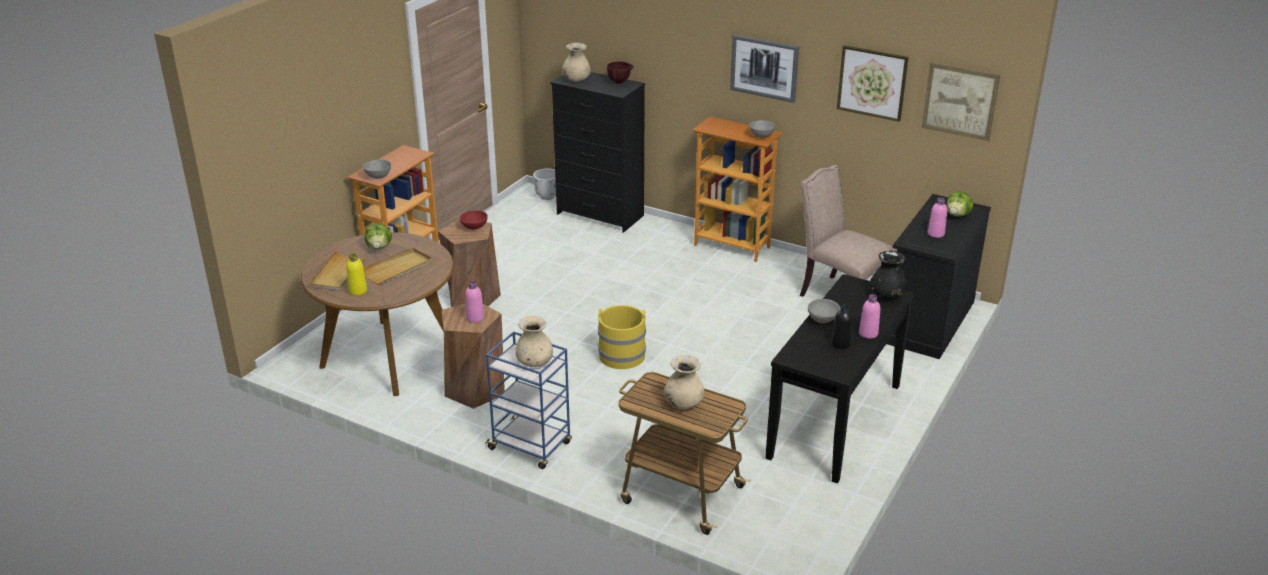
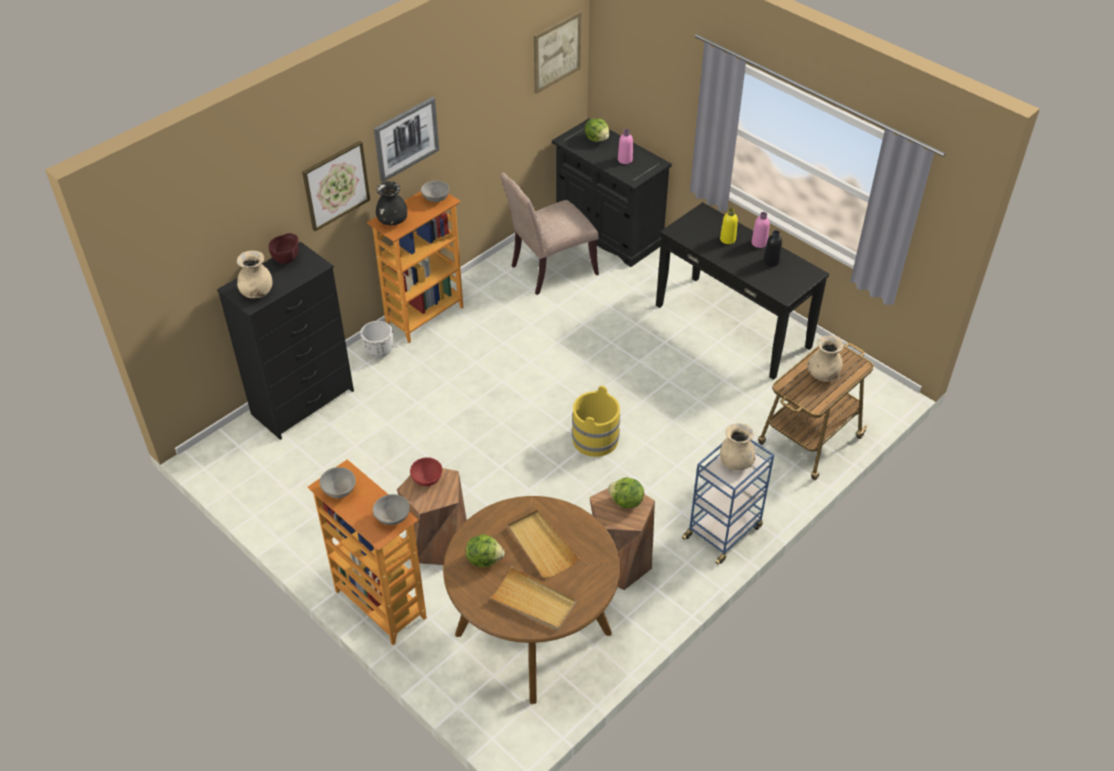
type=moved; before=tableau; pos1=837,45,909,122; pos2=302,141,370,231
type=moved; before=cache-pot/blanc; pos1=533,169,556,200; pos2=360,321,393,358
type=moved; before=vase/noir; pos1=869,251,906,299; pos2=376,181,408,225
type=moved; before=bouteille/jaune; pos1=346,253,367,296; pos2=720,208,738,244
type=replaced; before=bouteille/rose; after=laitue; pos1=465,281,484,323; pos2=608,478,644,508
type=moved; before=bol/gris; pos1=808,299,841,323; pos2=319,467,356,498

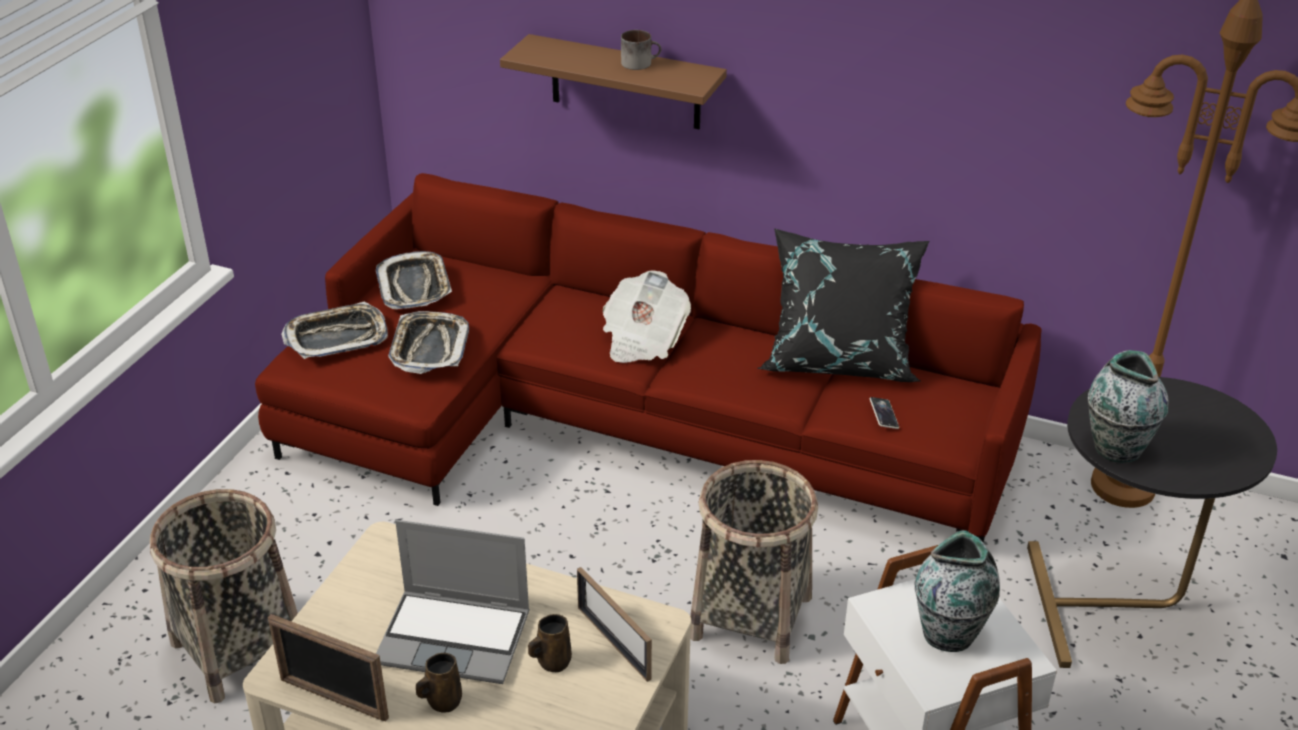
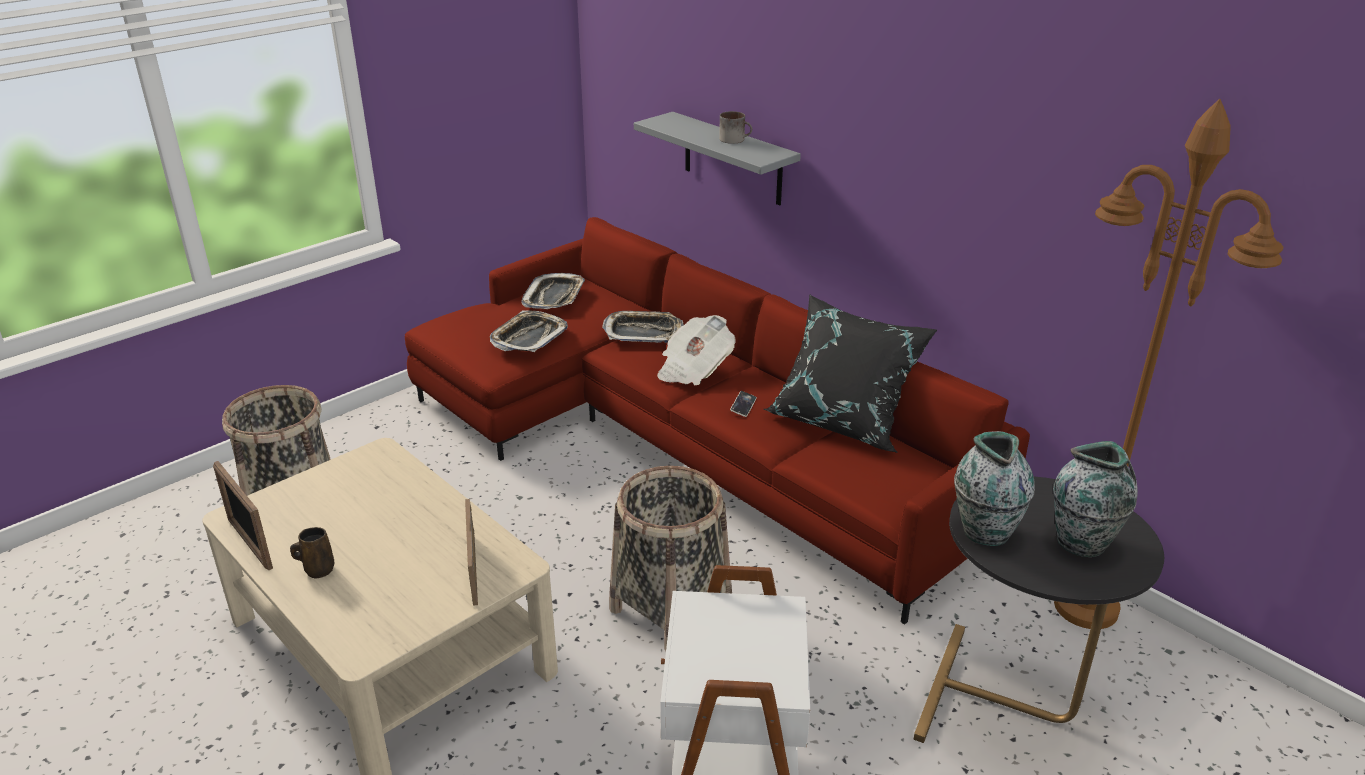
type=recoloured; before=étagère/marron; after=étagère/gris; pos1=500,34,727,129; pos2=634,112,801,205
type=moved; before=plateau; pos1=281,302,388,359; pos2=602,311,684,343
type=moved; before=téléphone; pos1=869,397,899,429; pos2=730,391,757,417
type=removed; before=ordinateur portable; pos1=376,520,530,684
type=moved; before=vase; pos1=915,530,1000,652; pos2=1053,441,1138,557
type=removed; before=mug/marron; pos1=528,614,572,672

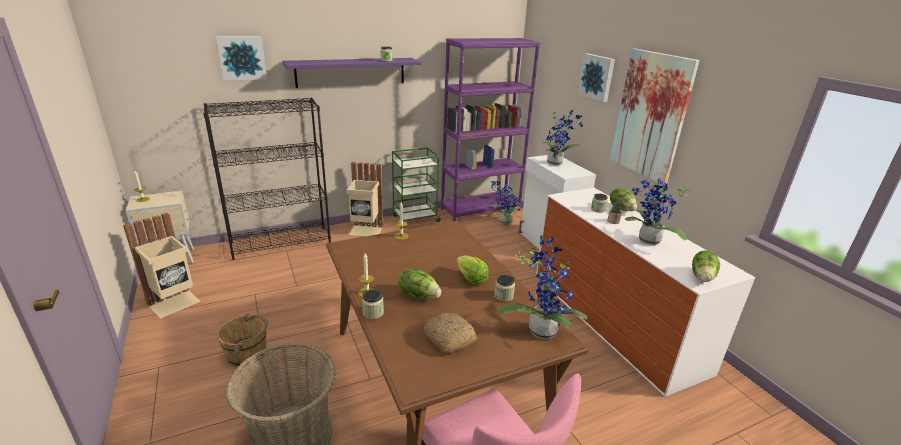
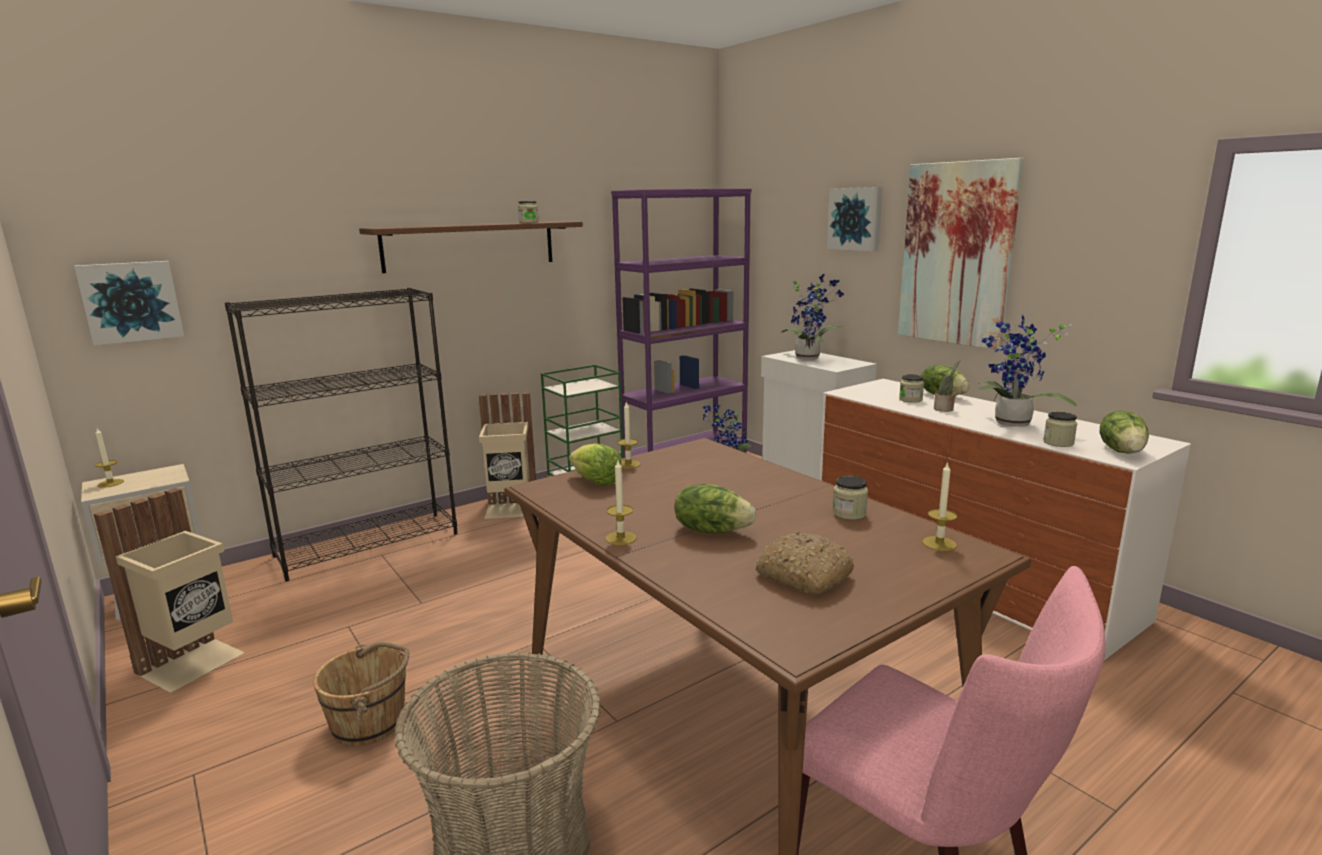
type=moved; before=tableau; pos1=216,36,267,81; pos2=74,261,184,345
type=recoloured; before=étagère/violet; after=étagère/marron; pos1=282,58,421,88; pos2=359,221,583,273
type=replaced; before=plante en pot; after=bougie; pos1=498,235,587,339; pos2=922,461,957,551
type=moved; before=laitue; pos1=457,256,488,285; pos2=569,443,621,486
type=moved; before=bocal; pos1=362,290,384,319; pos2=1043,412,1077,447

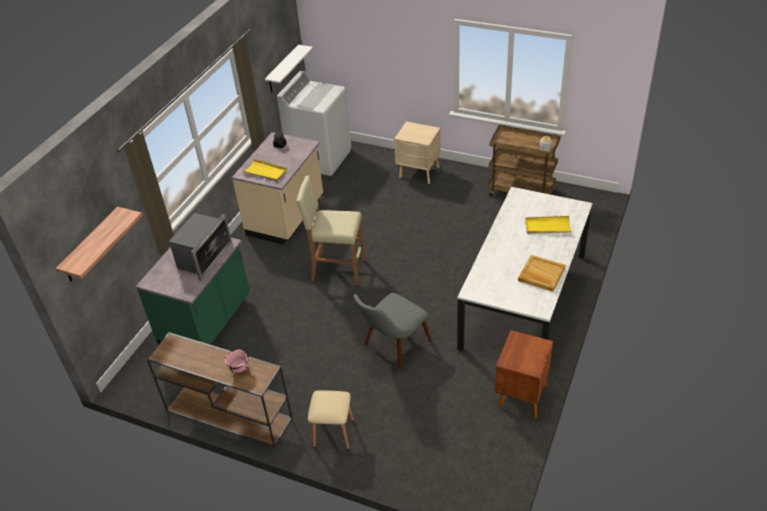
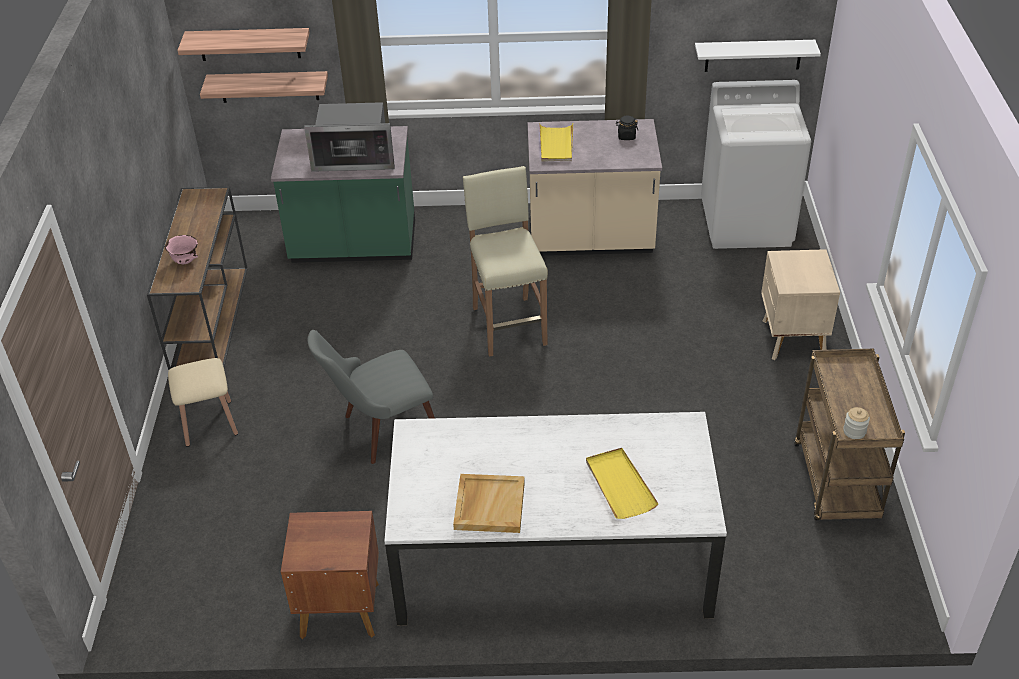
type=turned; before=chaise/gris; pos1=353,293,432,368; pos2=307,330,435,464; turn=-45
type=added; after=étagère; pos2=200,71,328,103

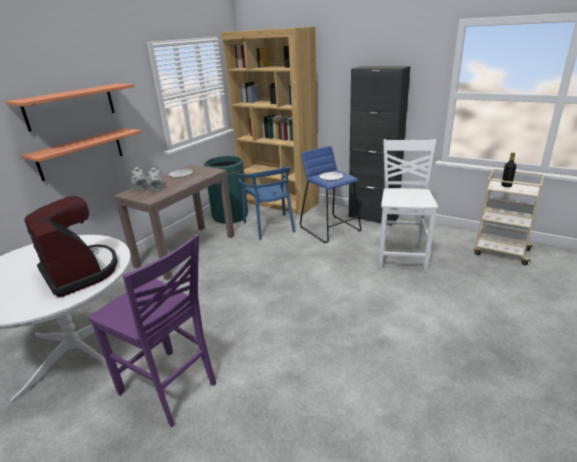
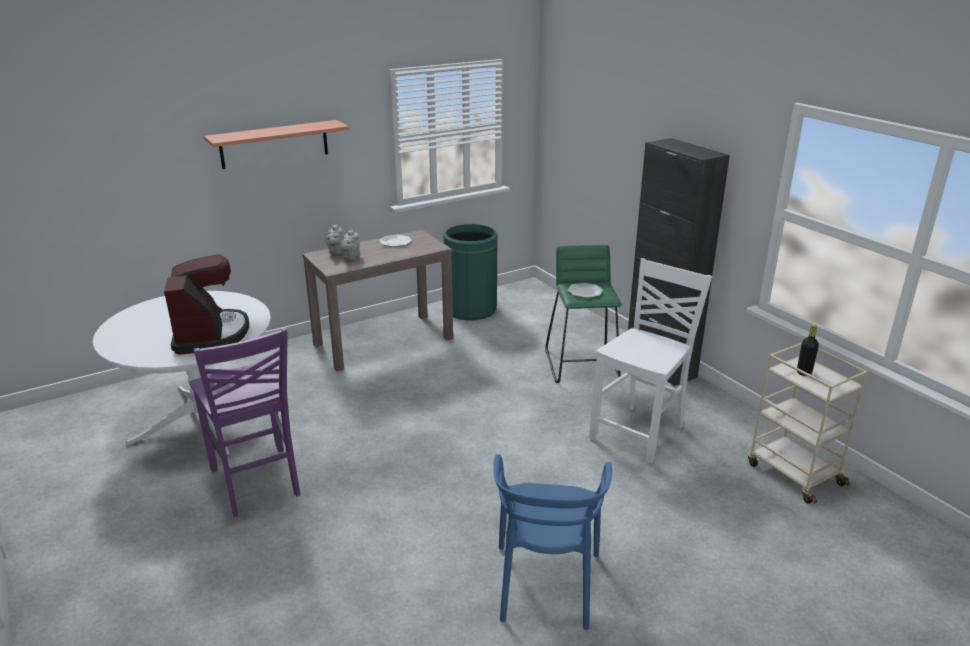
type=removed; before=bibliothèque/marron; pos1=221,27,319,215
type=removed; before=étagère; pos1=21,128,142,181
type=recoloured; before=tabouret/bleu; after=tabouret/vert; pos1=300,146,361,243; pos2=545,245,622,383
type=moved; before=chaise/bleu; pos1=237,166,295,240; pos2=493,454,612,630

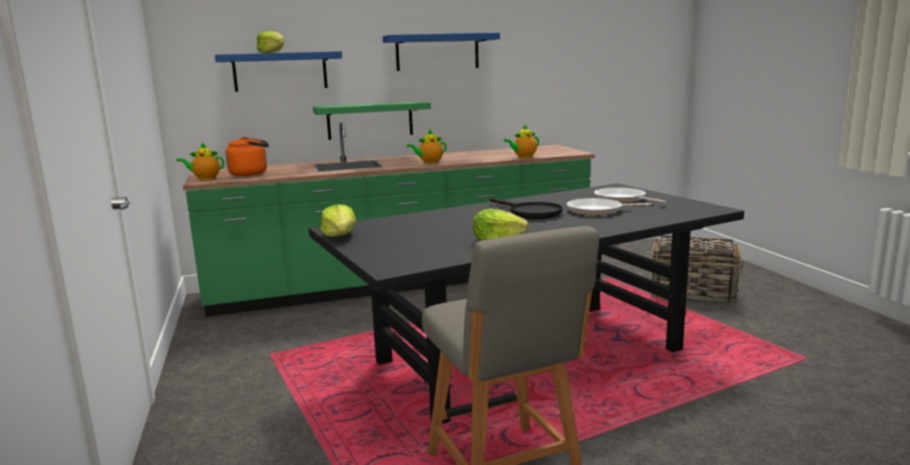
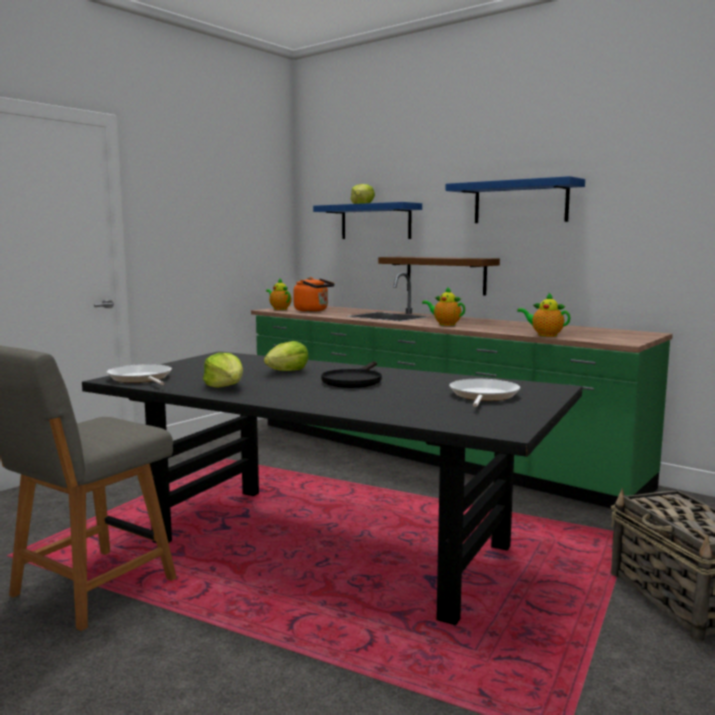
type=recoloured; before=étagère/vert; after=étagère/marron; pos1=313,101,431,140; pos2=378,257,500,296
type=moved; before=poêle; pos1=567,198,652,216; pos2=107,364,172,385
type=moved; before=laitue; pos1=321,204,356,237; pos2=264,341,309,371

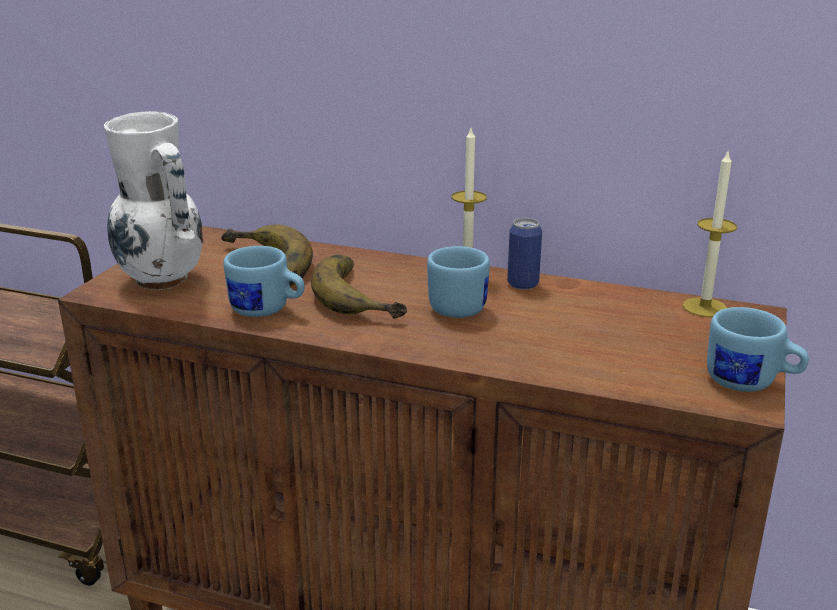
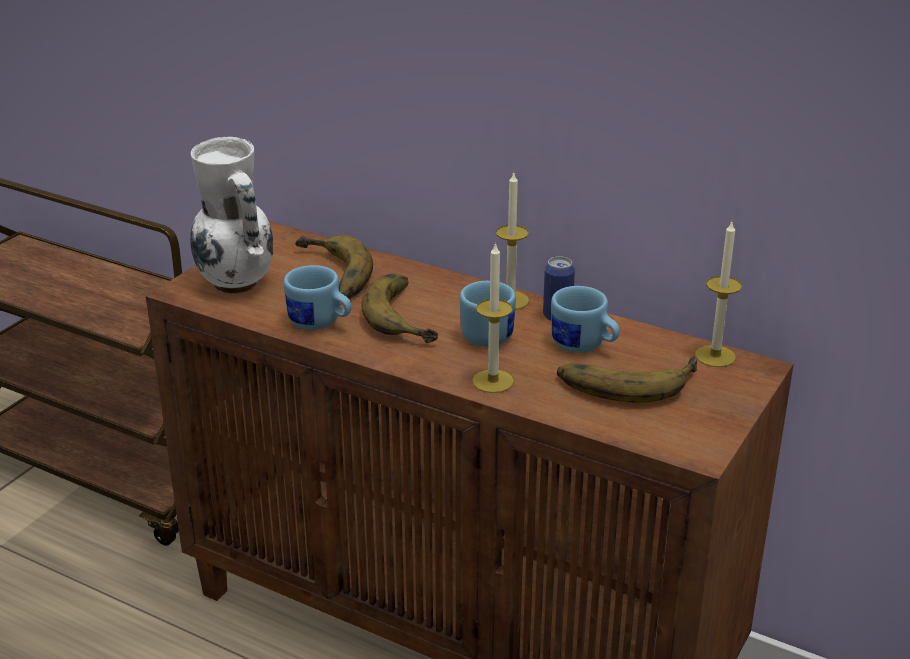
type=moved; before=mug/bleu; pos1=707,307,809,392; pos2=551,286,620,353
type=added; after=bougie; pos2=472,242,514,393
type=added; after=banane; pos2=557,357,698,403

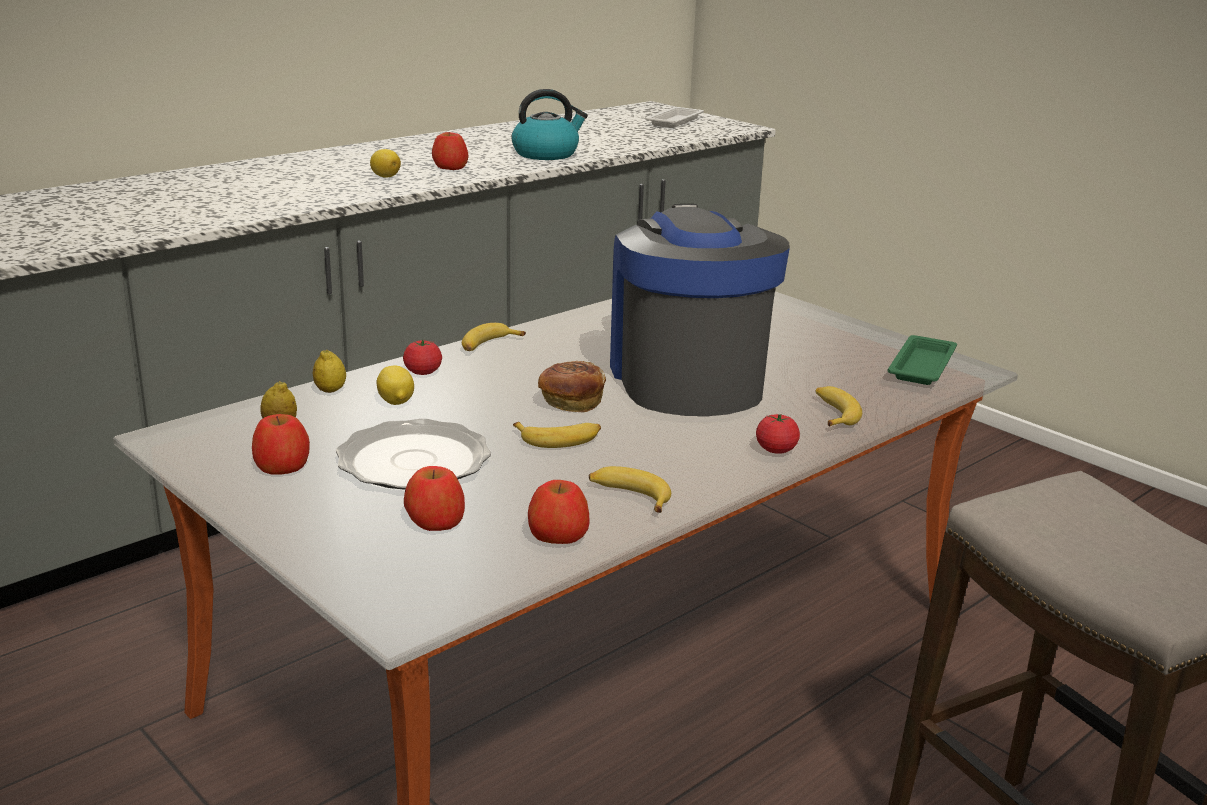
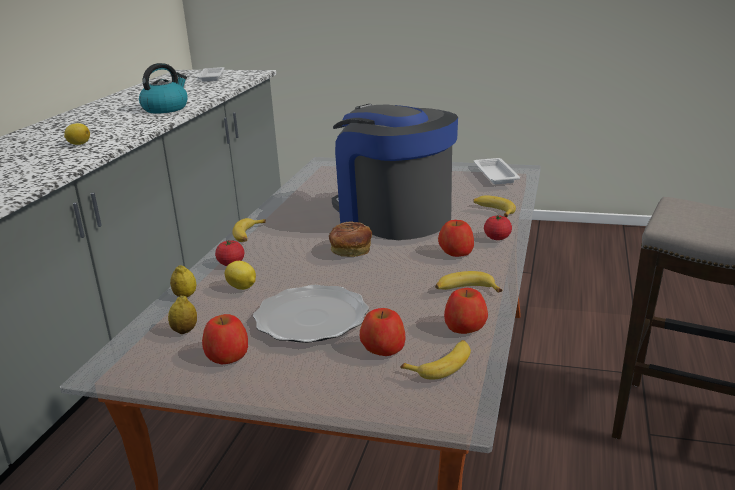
type=moved; before=pomme; pos1=432,132,468,170; pos2=438,220,474,257
type=recoloured; before=plateau/vert; after=plateau/blanc; pos1=888,335,957,385; pos2=474,158,520,184
type=moved; before=banane; pos1=513,422,601,448; pos2=400,340,471,380

